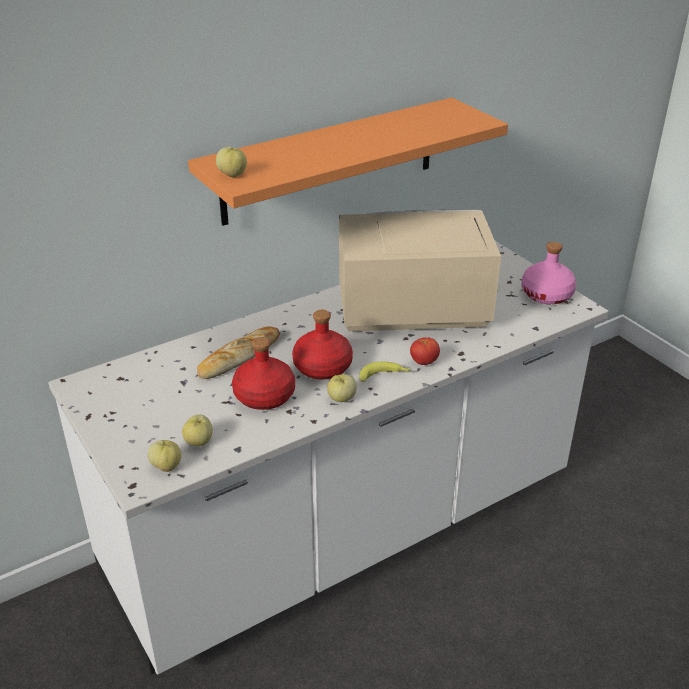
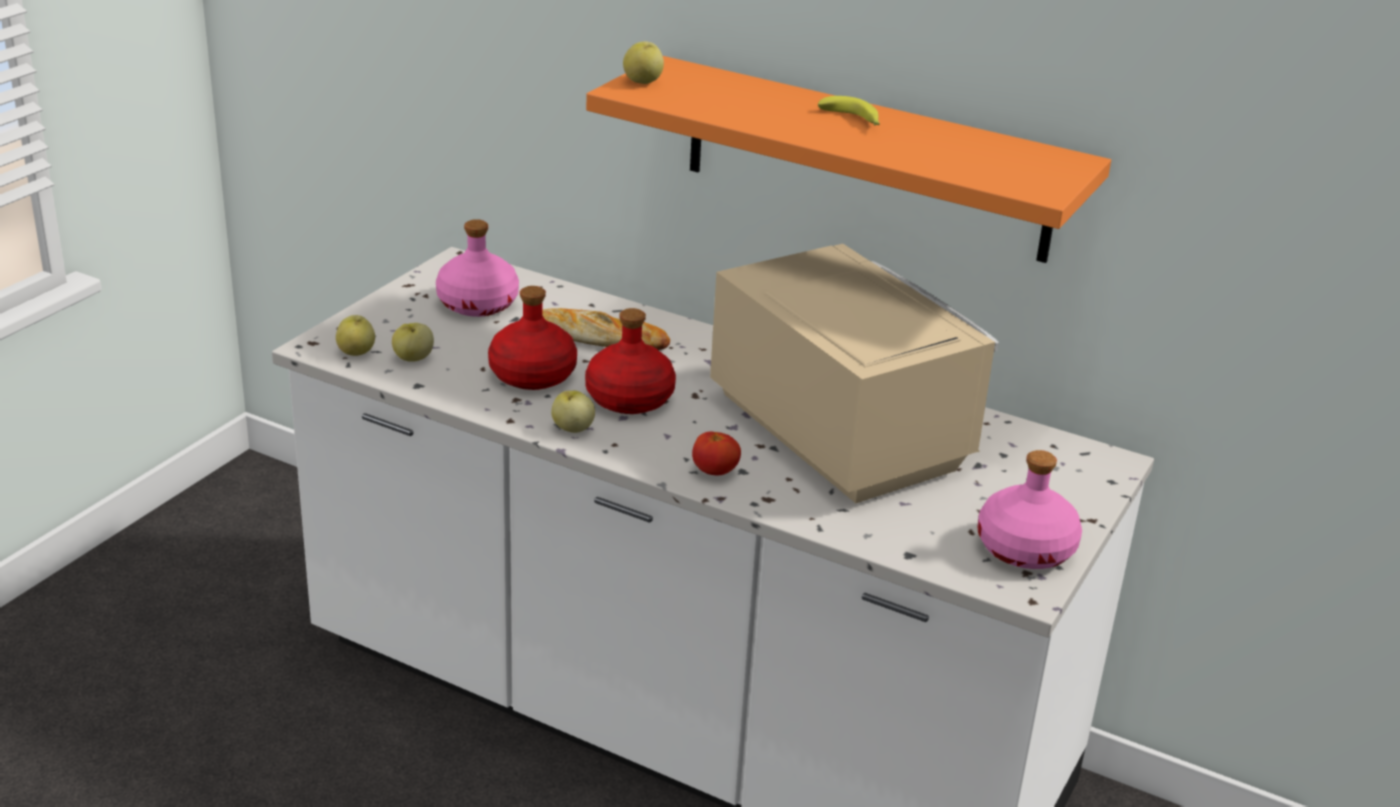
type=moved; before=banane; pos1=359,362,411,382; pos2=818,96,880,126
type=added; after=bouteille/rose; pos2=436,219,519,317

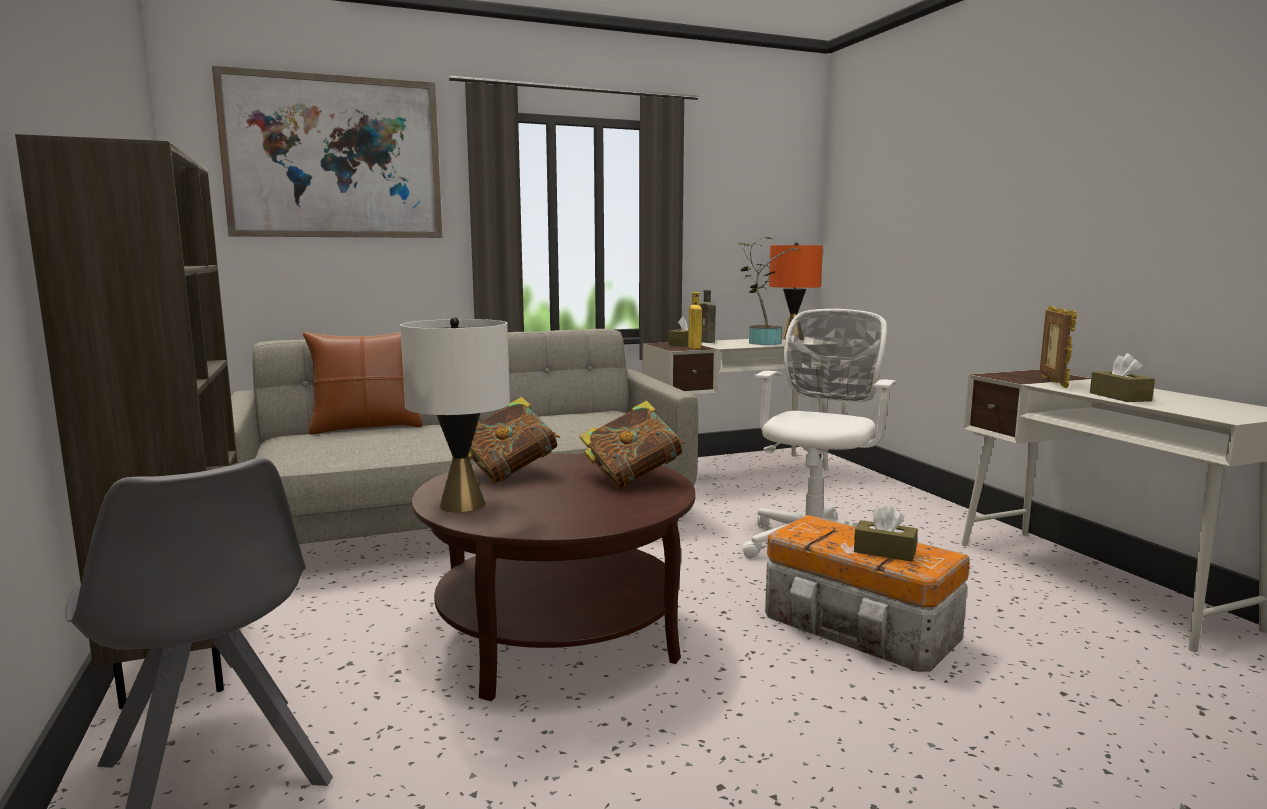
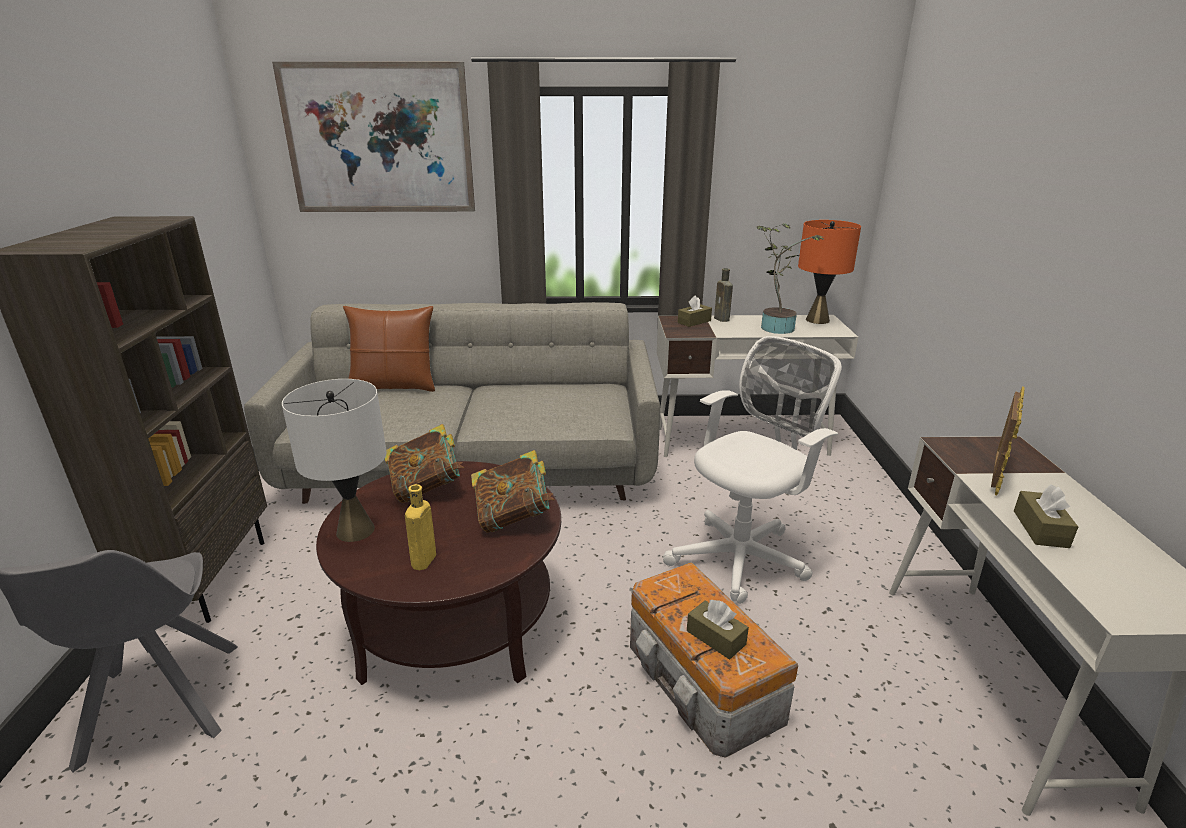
type=moved; before=bouteille/jaune; pos1=688,292,702,349; pos2=405,484,436,570

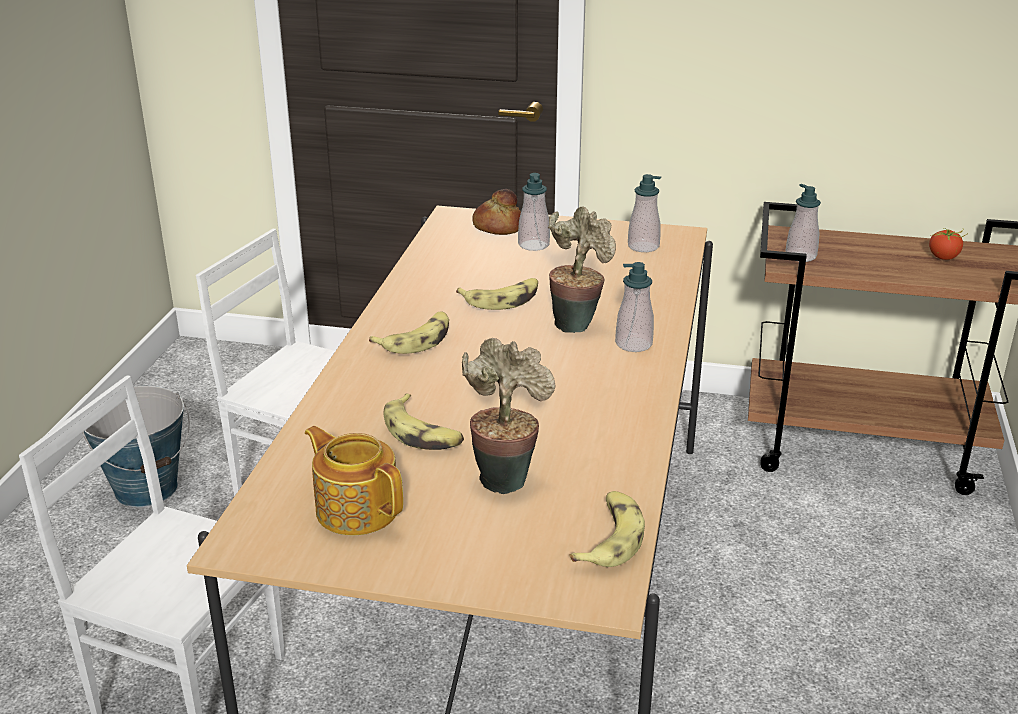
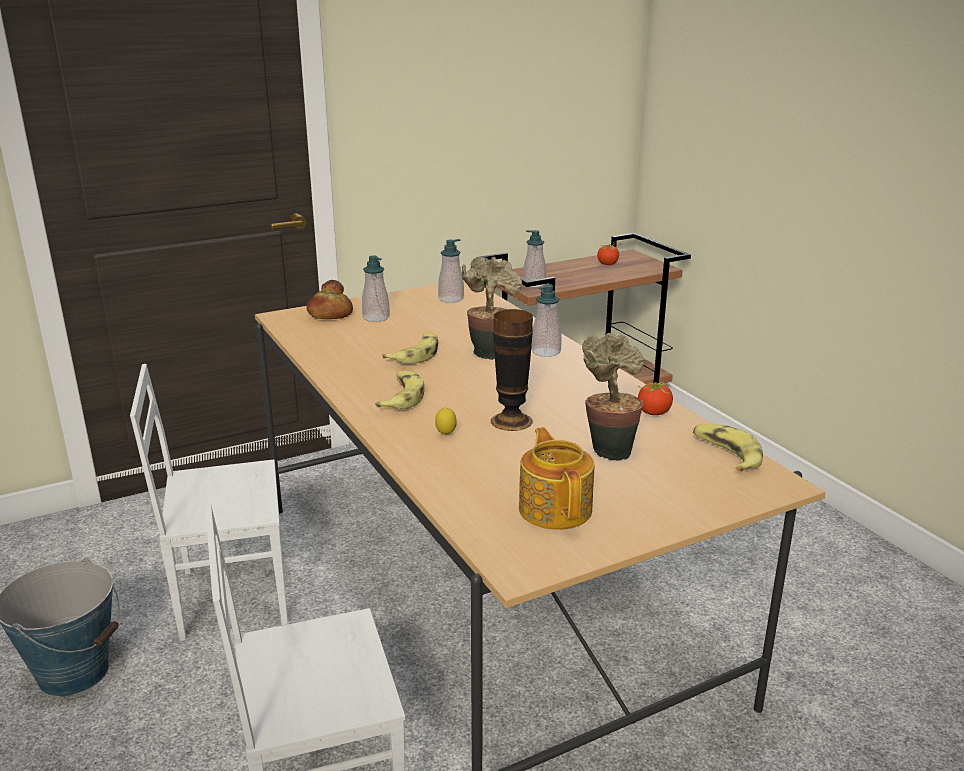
type=removed; before=banane; pos1=384,393,464,450
type=turned; before=théière; pos1=305,426,403,535; pos2=519,427,594,530; turn=75
type=added; after=vase; pos2=491,309,533,431
type=added; after=tomate; pos2=638,381,673,415
type=added; after=citron; pos2=435,407,457,435

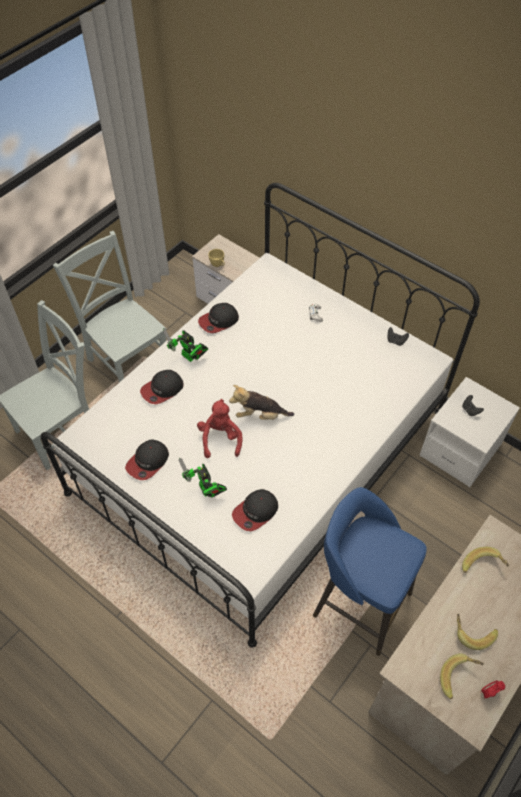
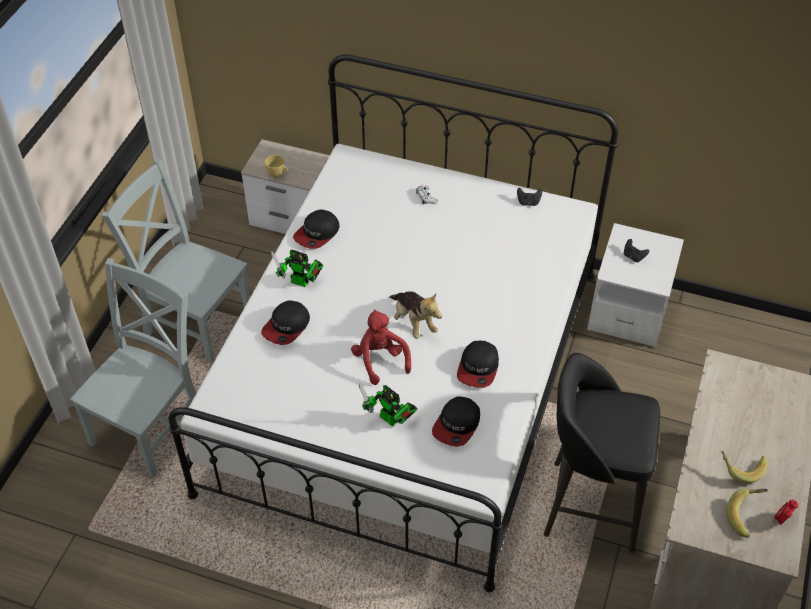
type=turned; before=peluche; pos1=229,385,294,420; pos2=389,291,442,339; turn=-105
type=moved; before=casquette; pos1=125,439,169,480; pos2=457,341,499,388
type=recoloured; before=tabouret/bleu; after=tabouret/noir; pos1=313,487,427,656; pos2=544,353,660,553
type=removed; before=banane; pos1=462,547,509,573

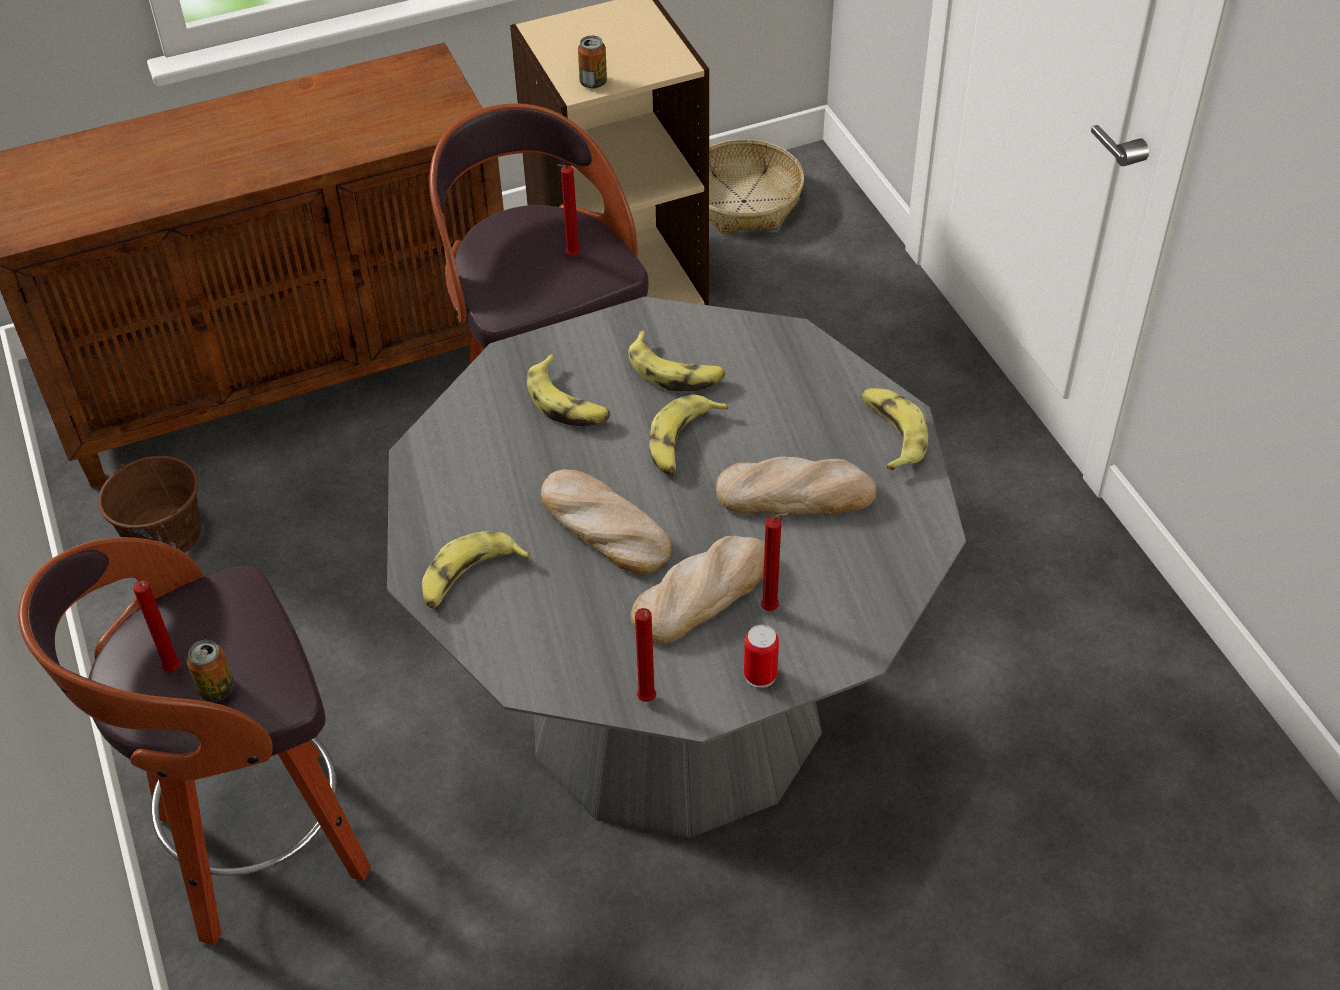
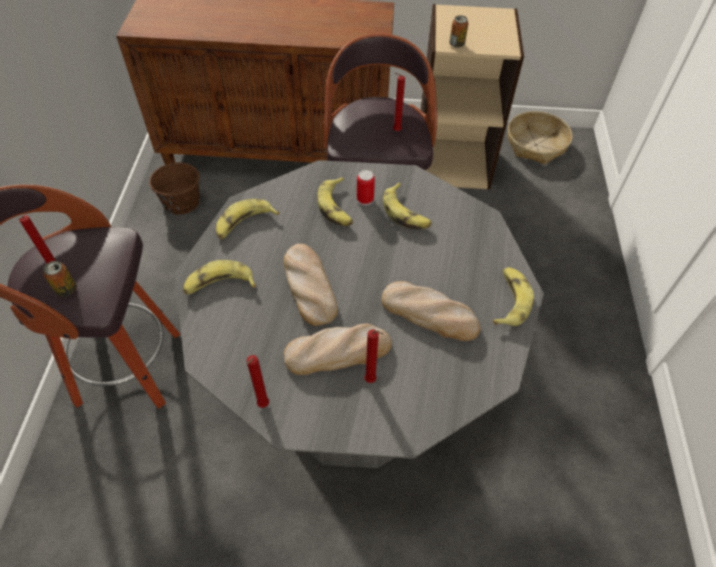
type=moved; before=banane; pos1=649,395,728,475; pos2=216,199,279,240
type=moved; before=boîte métallique; pos1=744,625,779,688; pos2=357,170,375,206

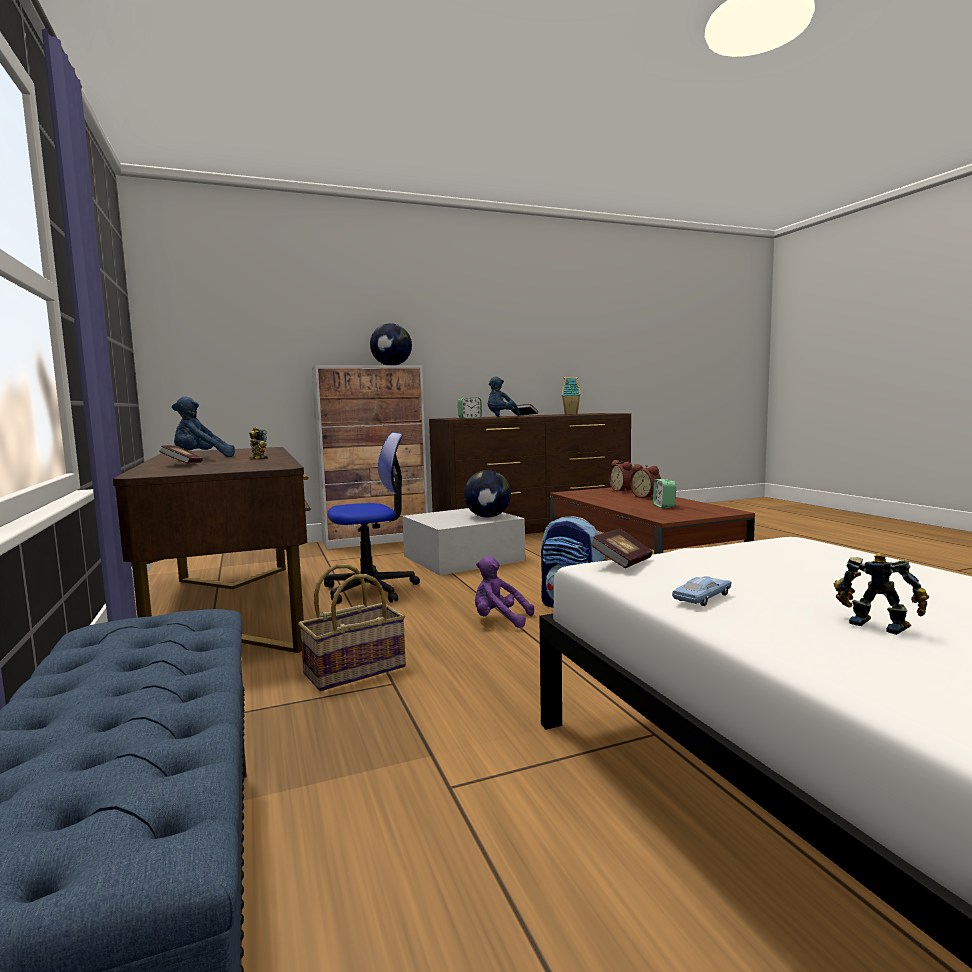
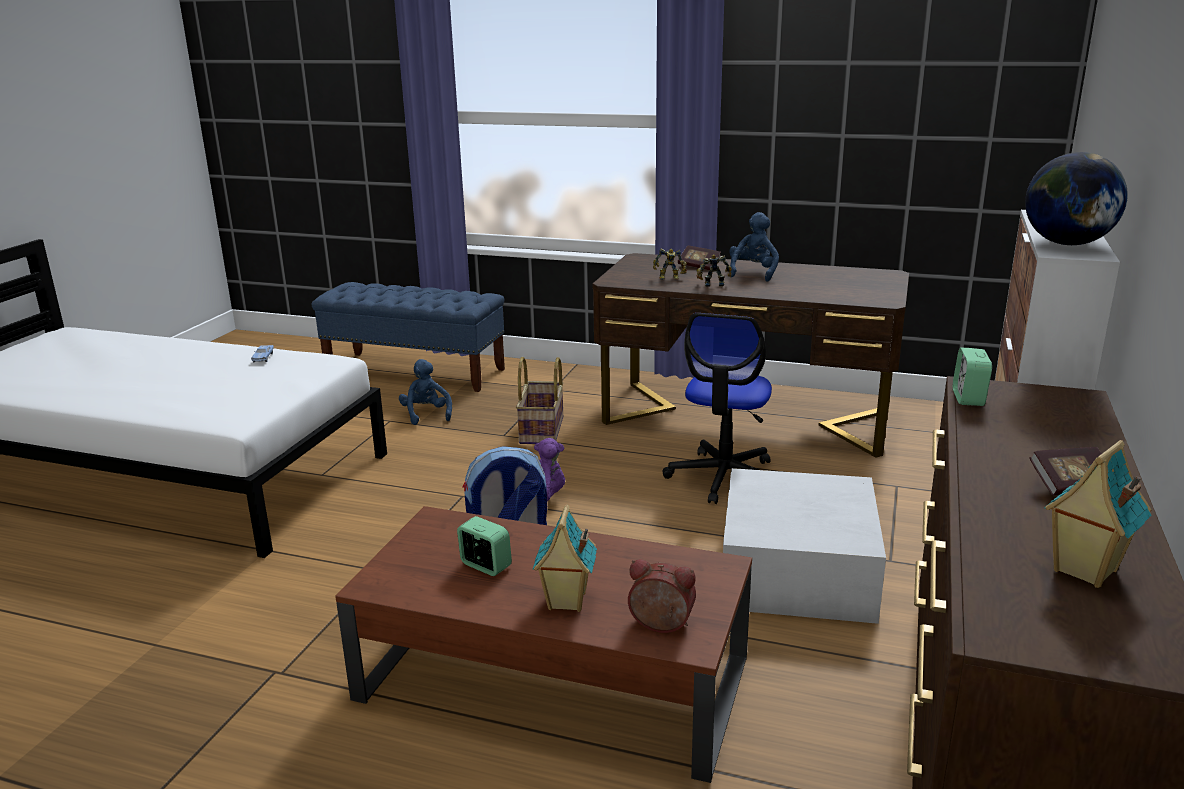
type=moved; before=peluche/bleu; pos1=488,376,520,417; pos2=399,359,452,425
type=replaced; before=réveil; after=maison miniature; pos1=630,464,661,499; pos2=533,505,597,612
type=removed; before=globe; pos1=464,470,511,517
type=removed; before=livre; pos1=590,529,652,568
type=moved; before=robot jouet; pos1=834,553,929,635; pos2=653,248,687,280

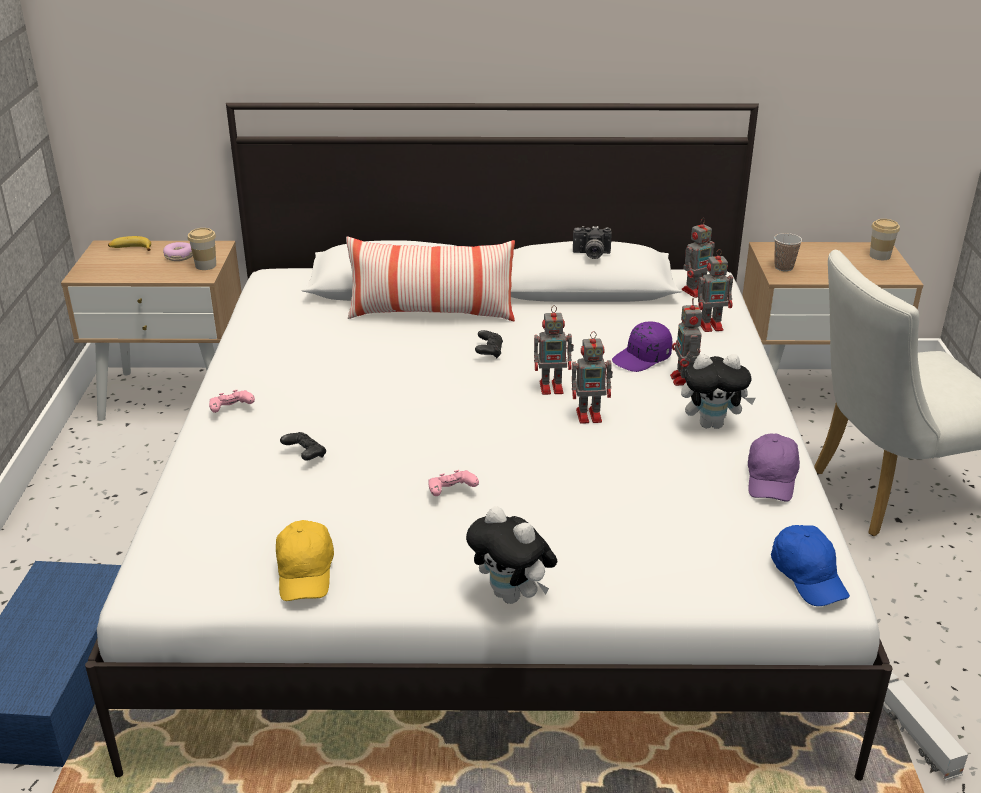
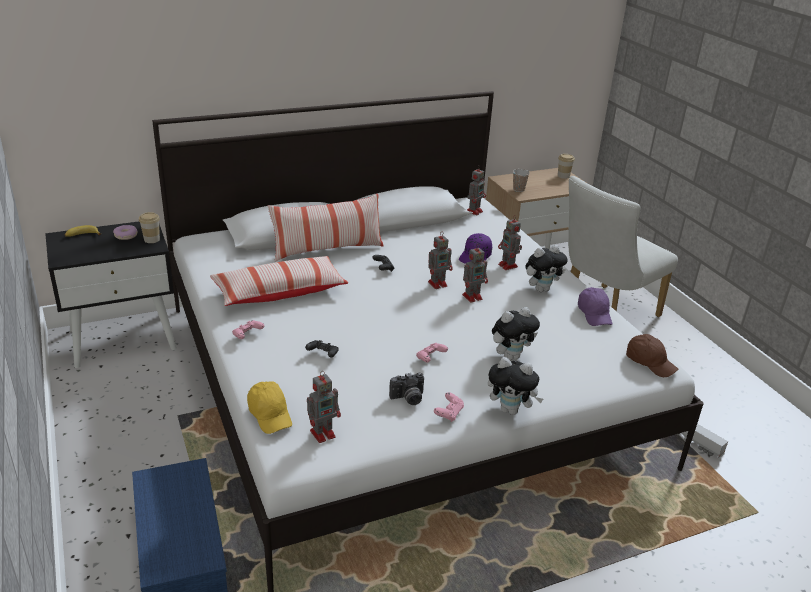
type=moved; before=appareil photo; pos1=573,226,612,259; pos2=389,373,424,405
type=recoloured; before=table de chevet/beige; after=table de chevet/noir; pos1=61,241,241,421; pos2=45,221,177,368
type=moved; before=robot jouet; pos1=698,249,733,332; pos2=307,371,341,443
type=moved; before=casquette/jaune; pos1=276,520,334,601; pos2=247,381,292,434
type=recoloured; before=casquette/bleu; after=casquette/marron; pos1=771,525,850,606; pos2=626,334,678,377
type=added; after=coussin; pos2=210,256,348,306
type=added; after=peluche; pos2=492,307,540,360
type=added; after=manette/rose; pos2=434,392,464,422

